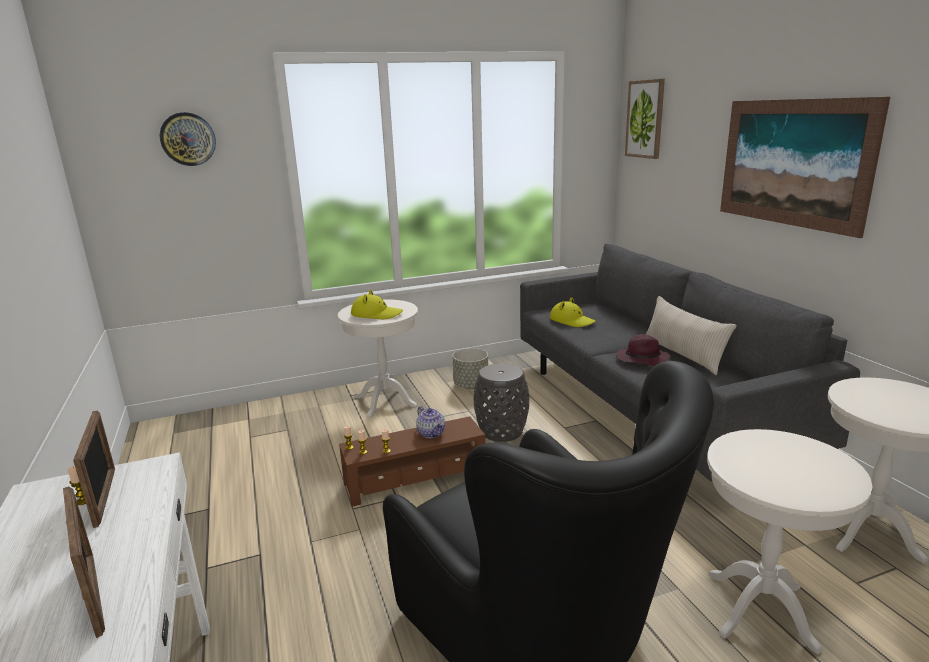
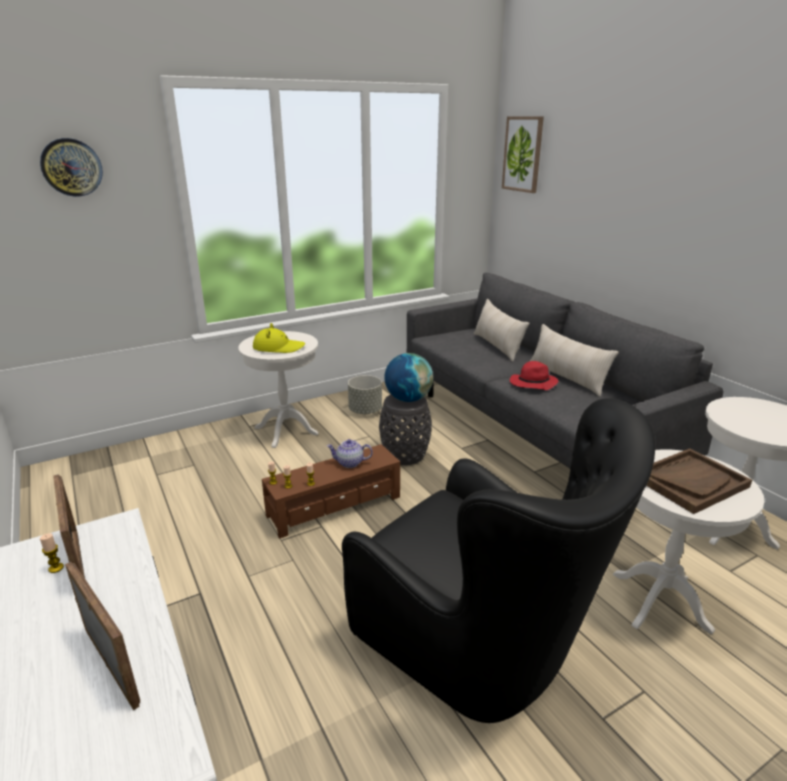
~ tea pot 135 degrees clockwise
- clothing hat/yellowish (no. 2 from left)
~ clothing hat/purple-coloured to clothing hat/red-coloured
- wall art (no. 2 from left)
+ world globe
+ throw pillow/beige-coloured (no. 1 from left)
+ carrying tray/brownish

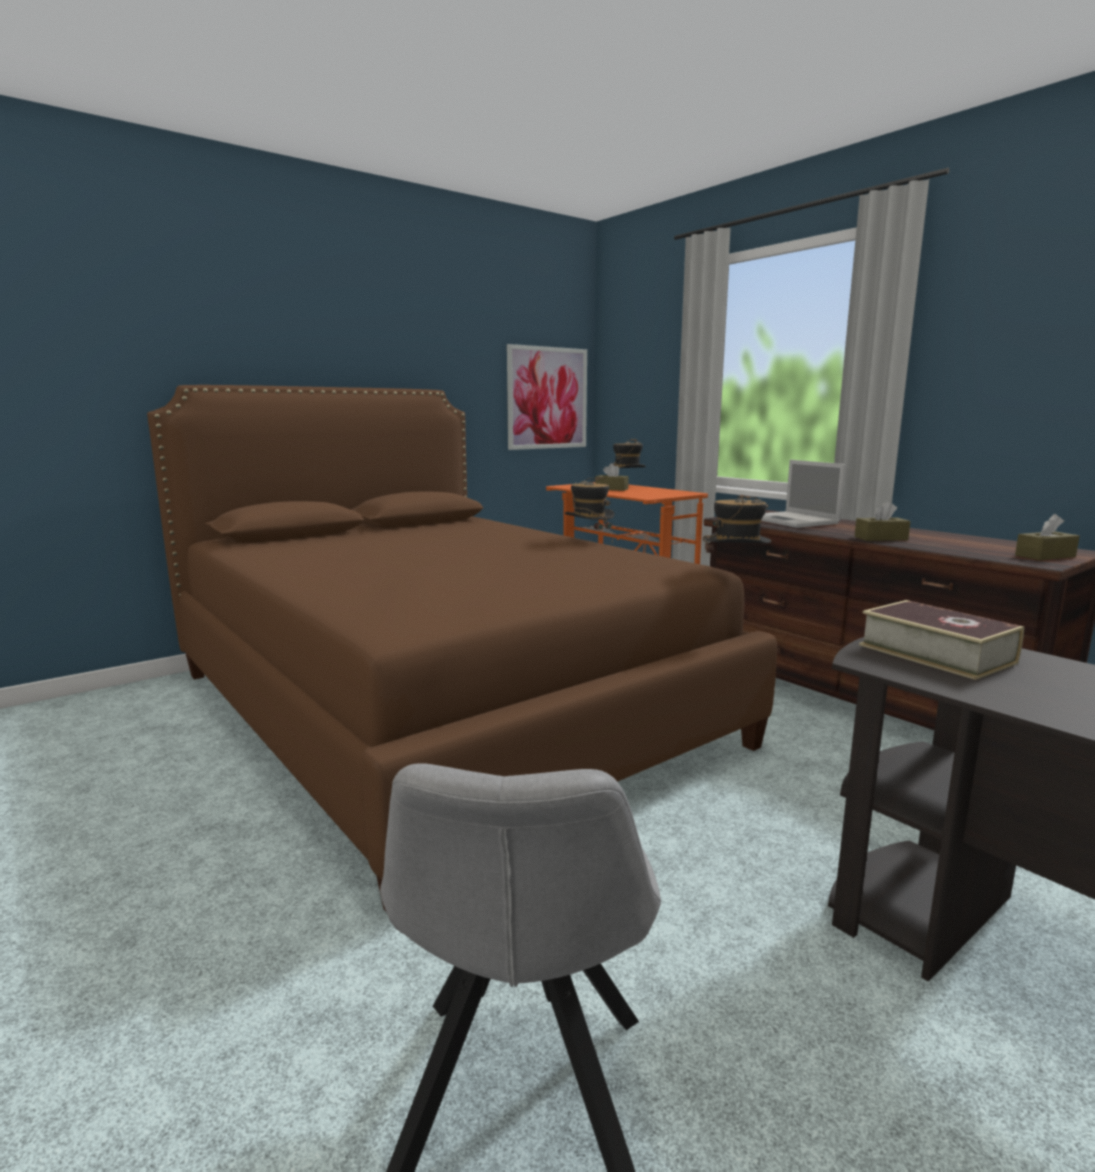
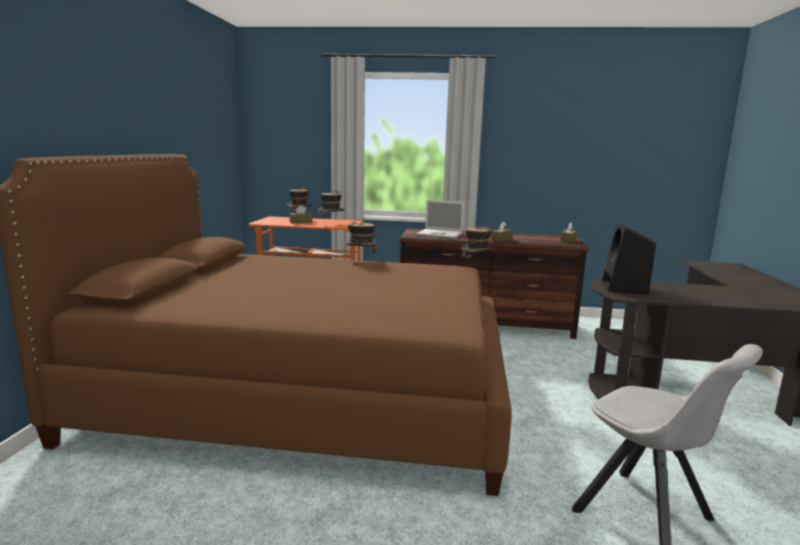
- wall art
~ volume to loudspeaker/black-coloured
+ clothing hat (no. 2 from left)

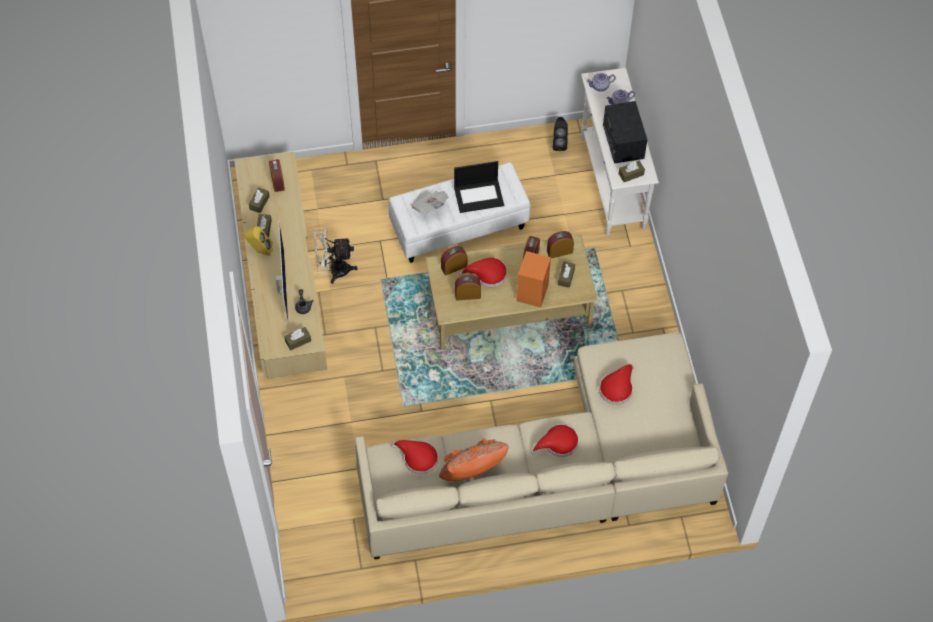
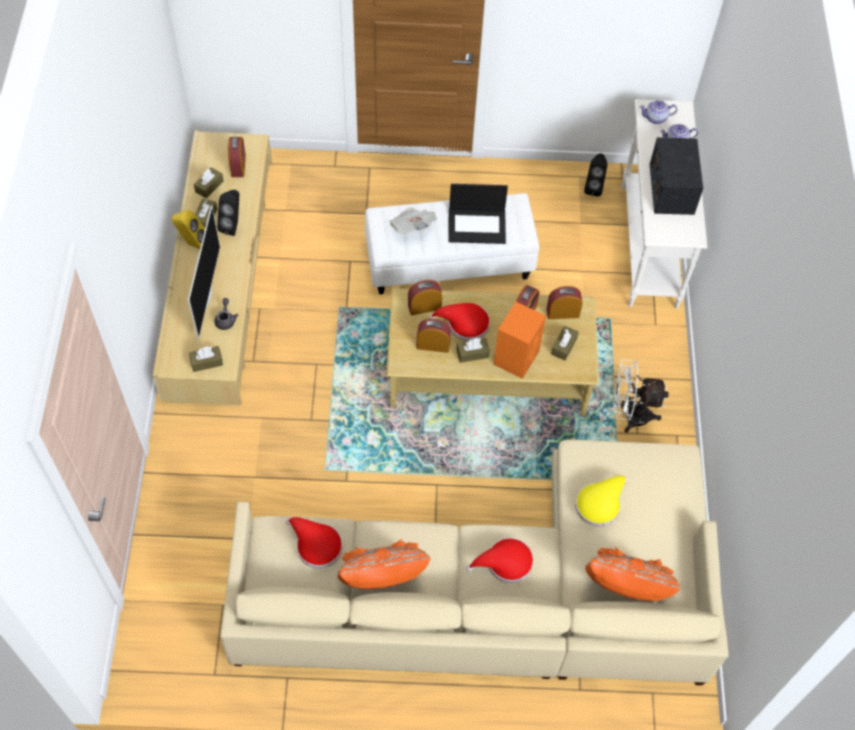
~ cooling fan/whitish
~ clothing hat/red-coloured (no. 4 from left) to clothing hat/yellowish
~ tissue box/brownish (no. 5 from left in the first image) to tissue box/brownish (no. 4 from left)
+ loudspeaker/black-coloured (no. 1 from left)
+ throw pillow/orange-coloured (no. 2 from left)

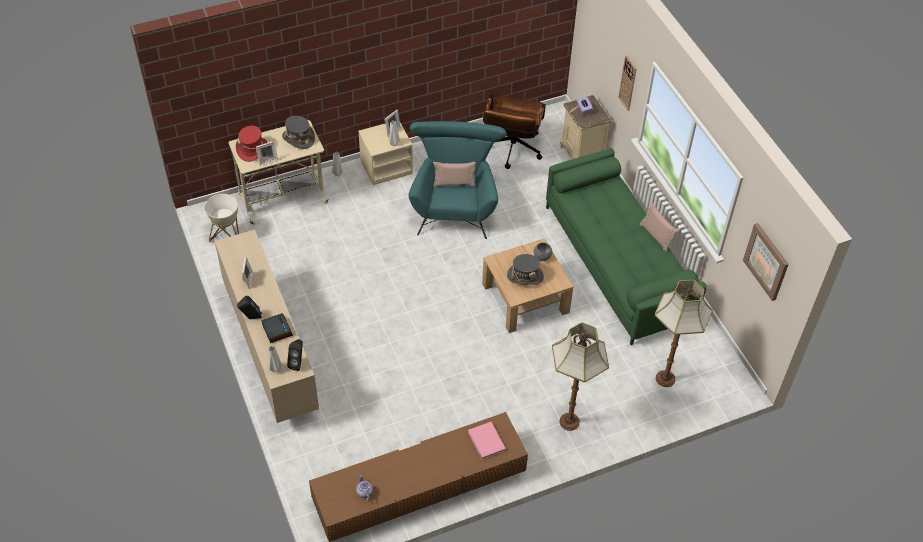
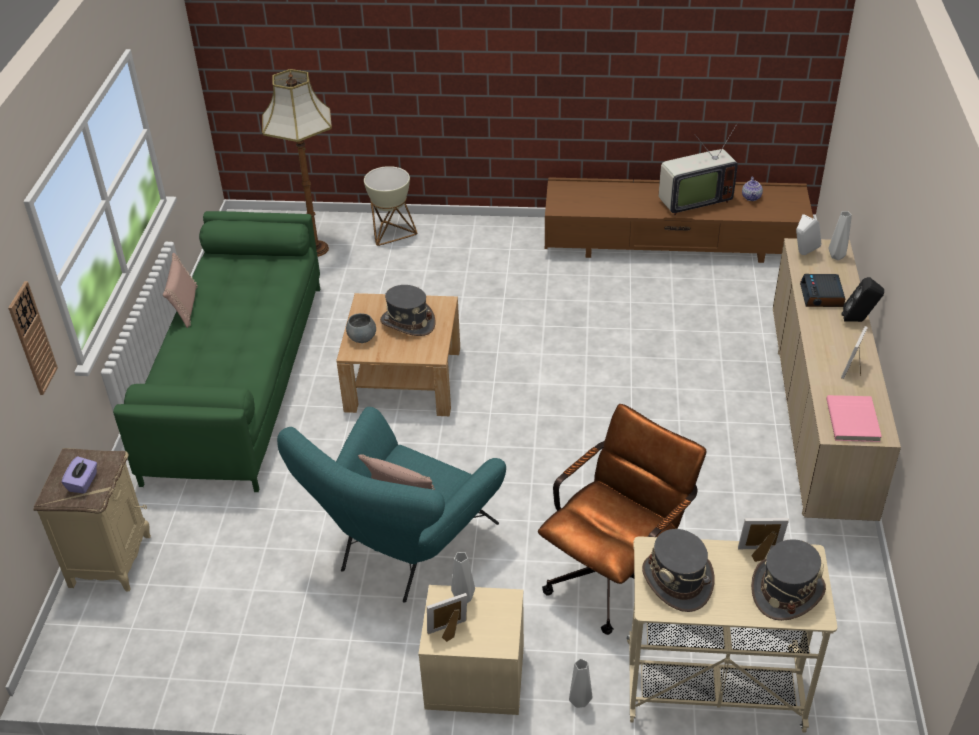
~ flower pot
~ clothing hat/red-coloured to clothing hat/grey (no. 3 from left)
~ loudspeaker/black-coloured (no. 2 from left) to loudspeaker/whitish
~ volume/pinkish
~ office chair/brownish
- floor lamp (no. 1 from left)
- wall art
+ television

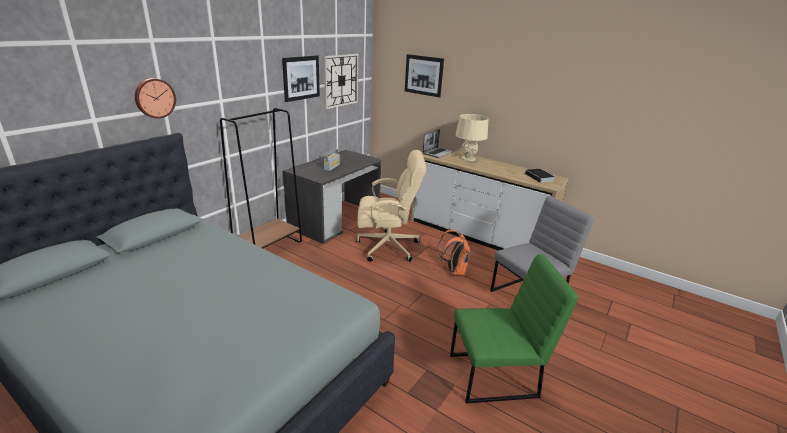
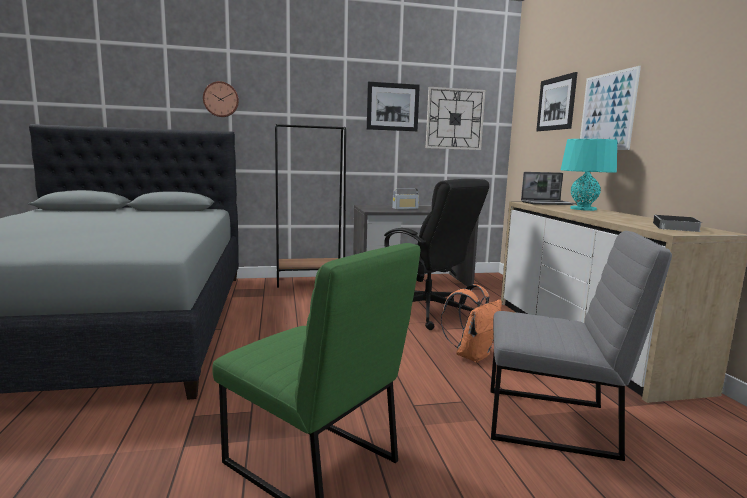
~ office chair/beige-coloured to office chair/black-coloured
~ tabletop lamp/beige-coloured to tabletop lamp/turquoise
+ wall art (no. 3 from left)

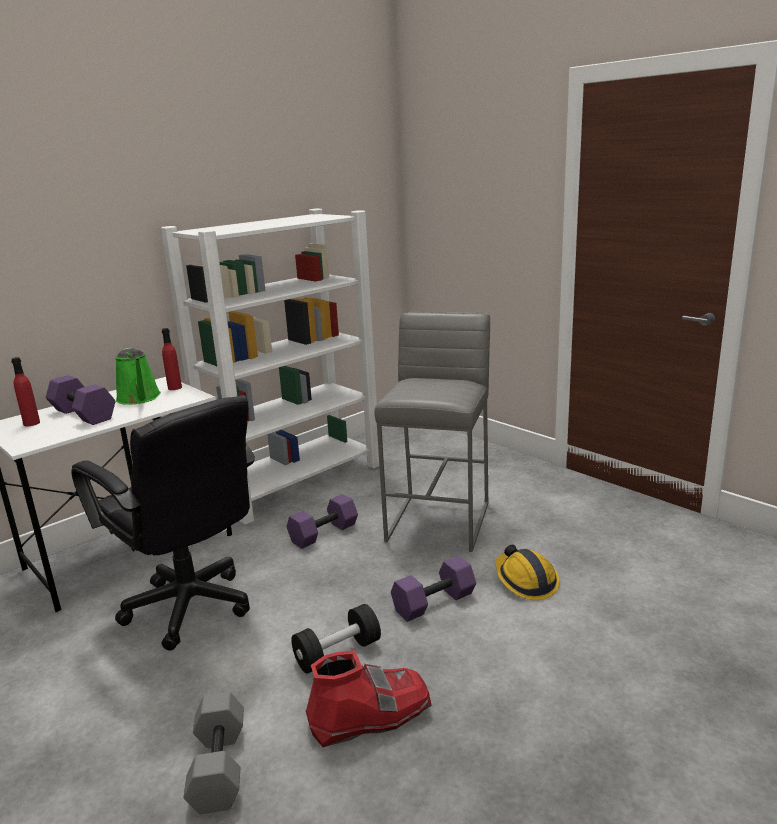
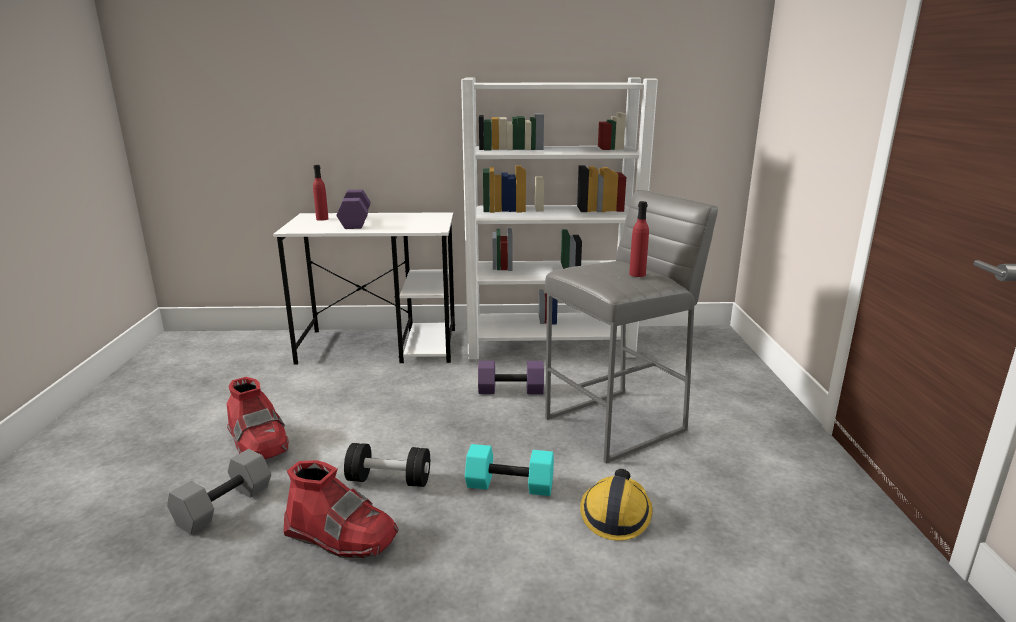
- office chair/black-coloured
- watering pot/greenish
~ beverage bottle/red-coloured (no. 2 from left)
~ dumbbell/purple-coloured (no. 3 from left) to dumbbell/turquoise
+ high-top boot/red-coloured (no. 1 from left)

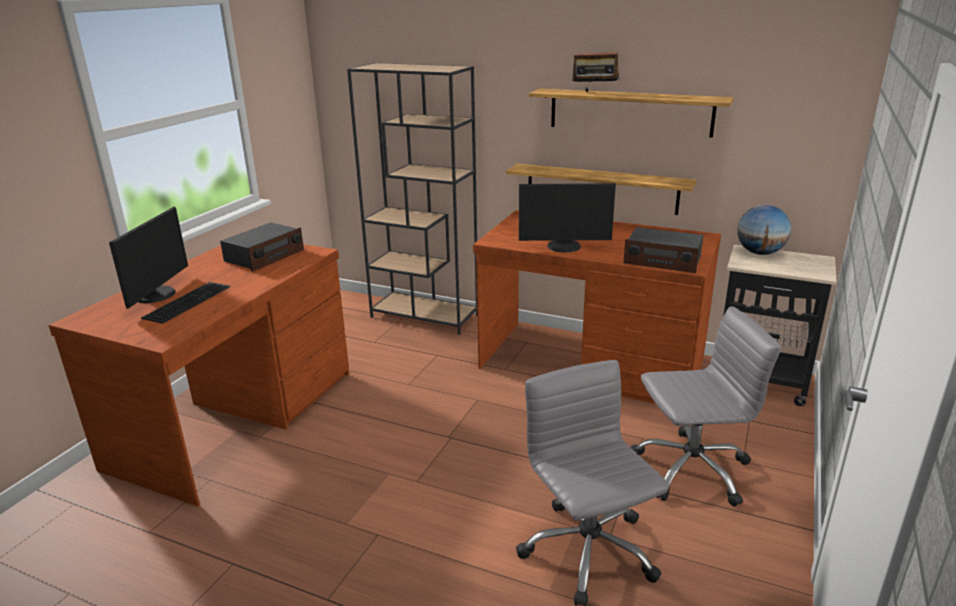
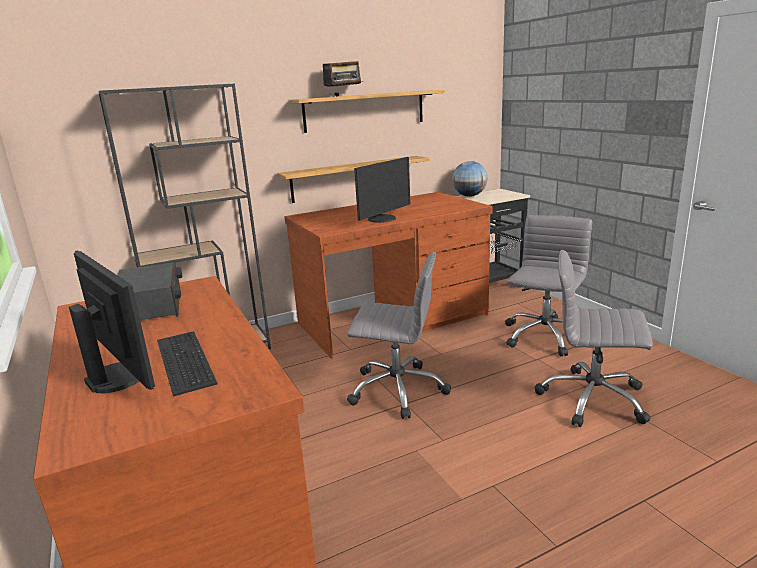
- radio set (no. 3 from left)
+ office chair/grey (no. 1 from left)

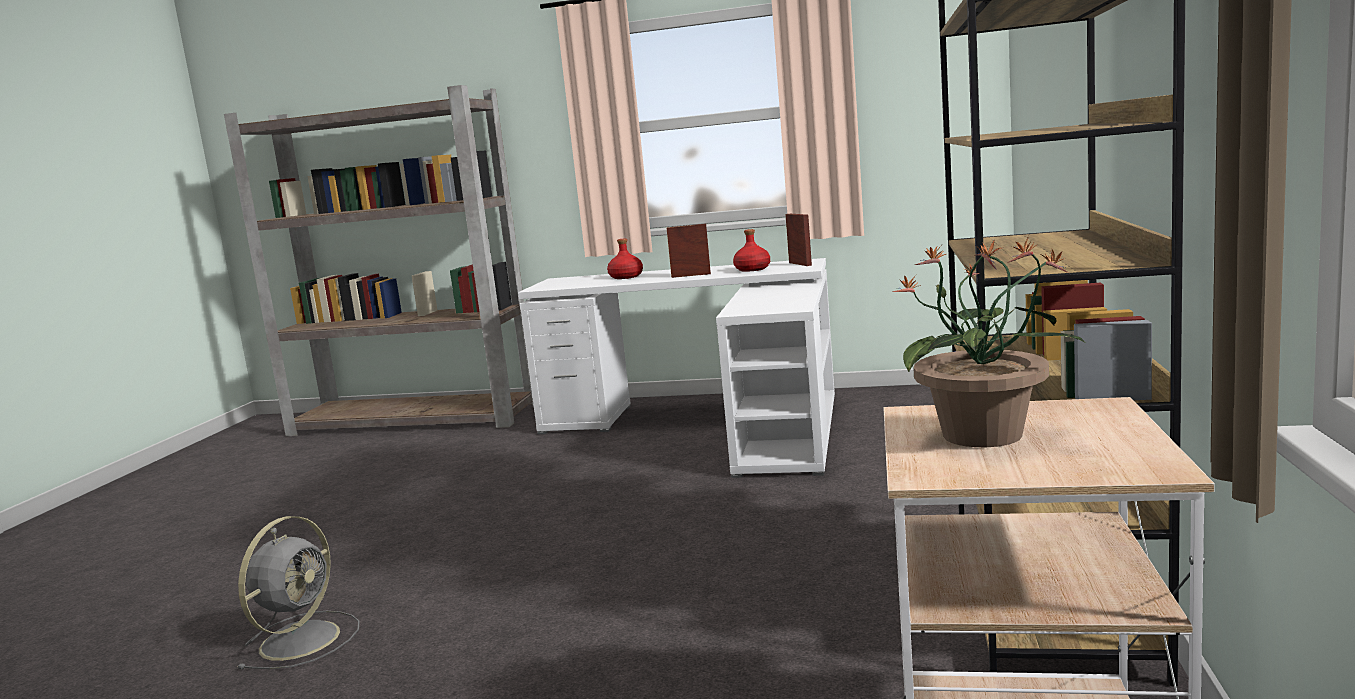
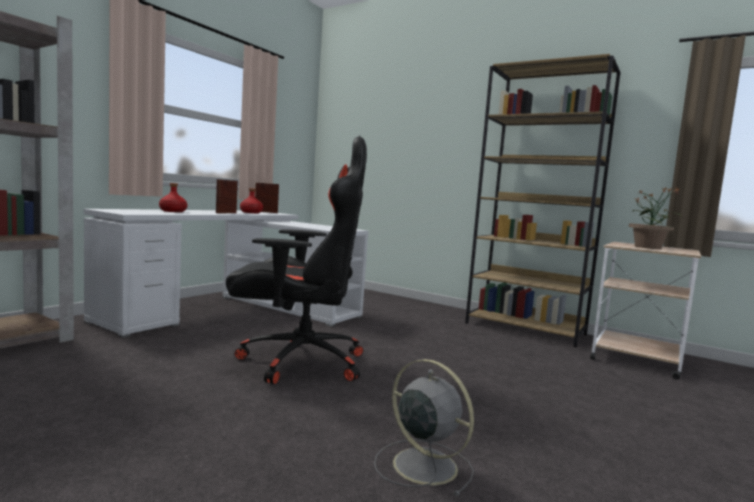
+ office chair/black-coloured

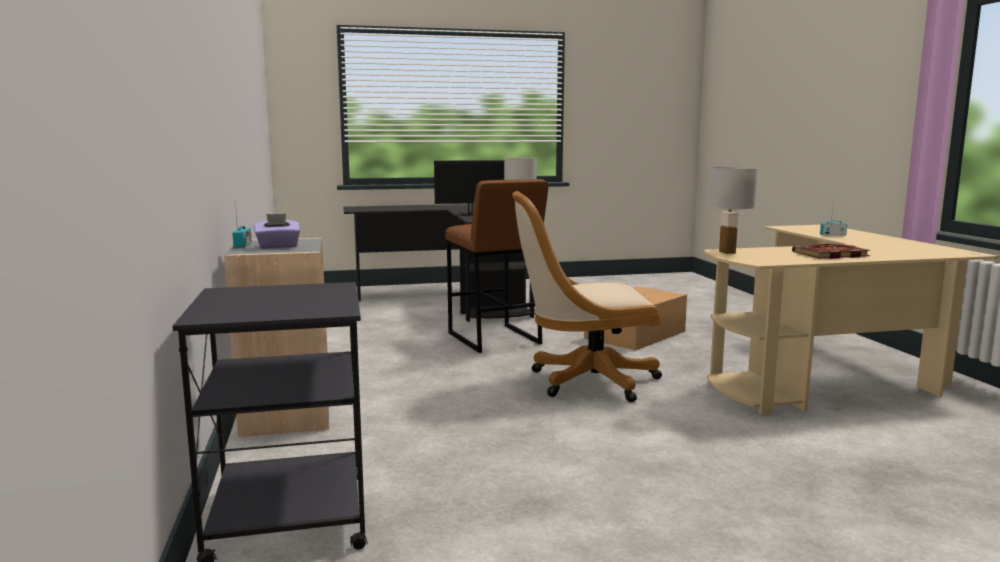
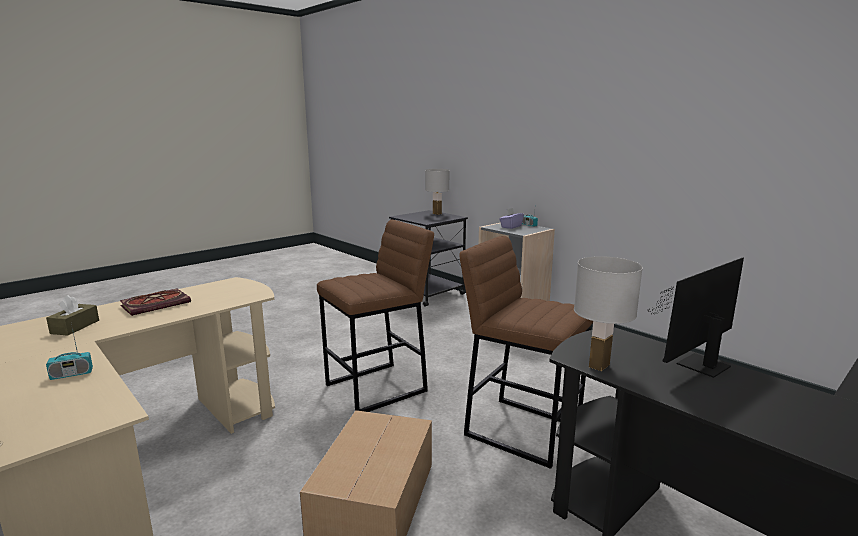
~ office chair to sitting stool/brownish (no. 1 from left)
~ tabletop lamp/whitish (no. 2 from left in the first image) to tabletop lamp/whitish (no. 1 from left)
+ tissue box/brownish

